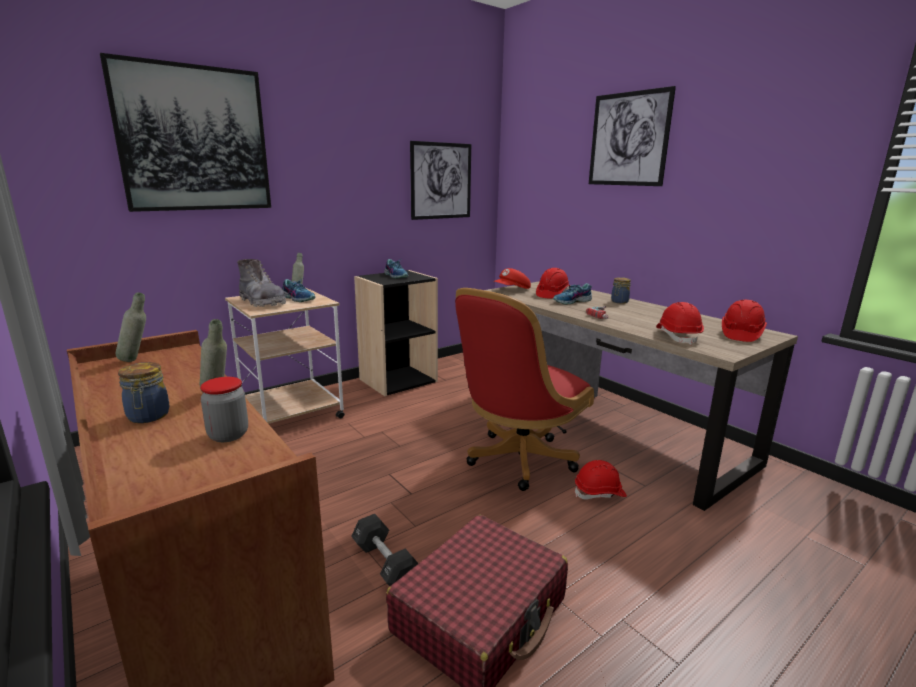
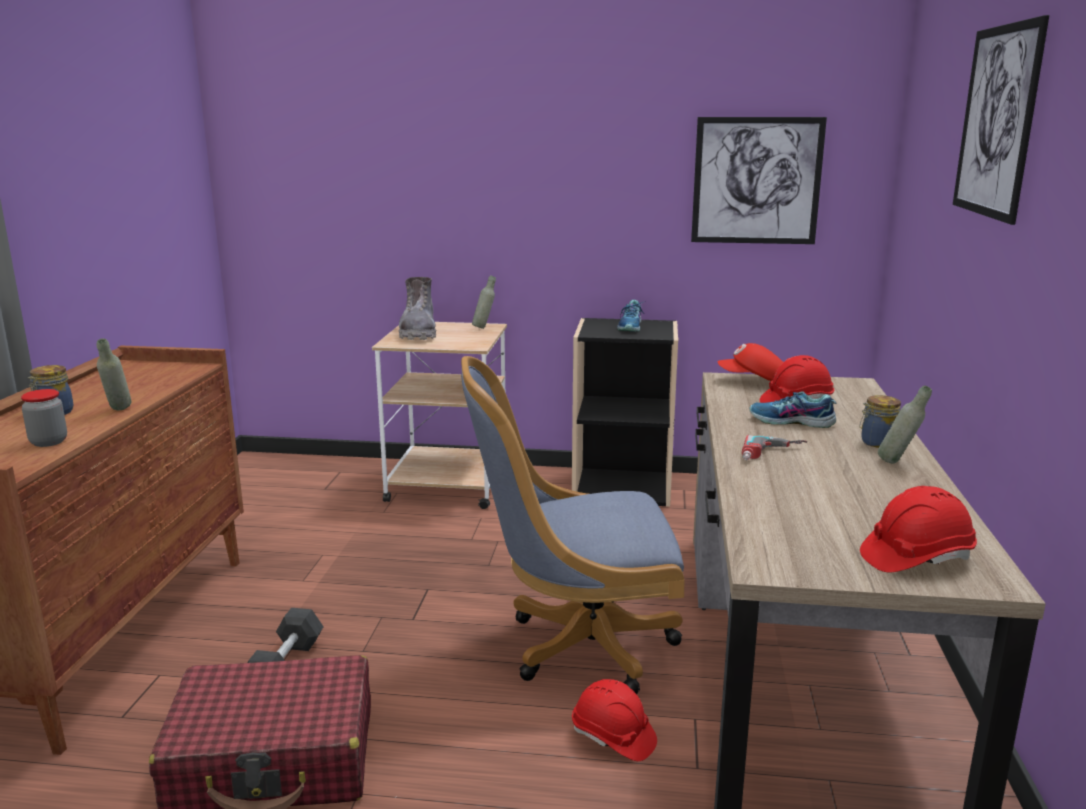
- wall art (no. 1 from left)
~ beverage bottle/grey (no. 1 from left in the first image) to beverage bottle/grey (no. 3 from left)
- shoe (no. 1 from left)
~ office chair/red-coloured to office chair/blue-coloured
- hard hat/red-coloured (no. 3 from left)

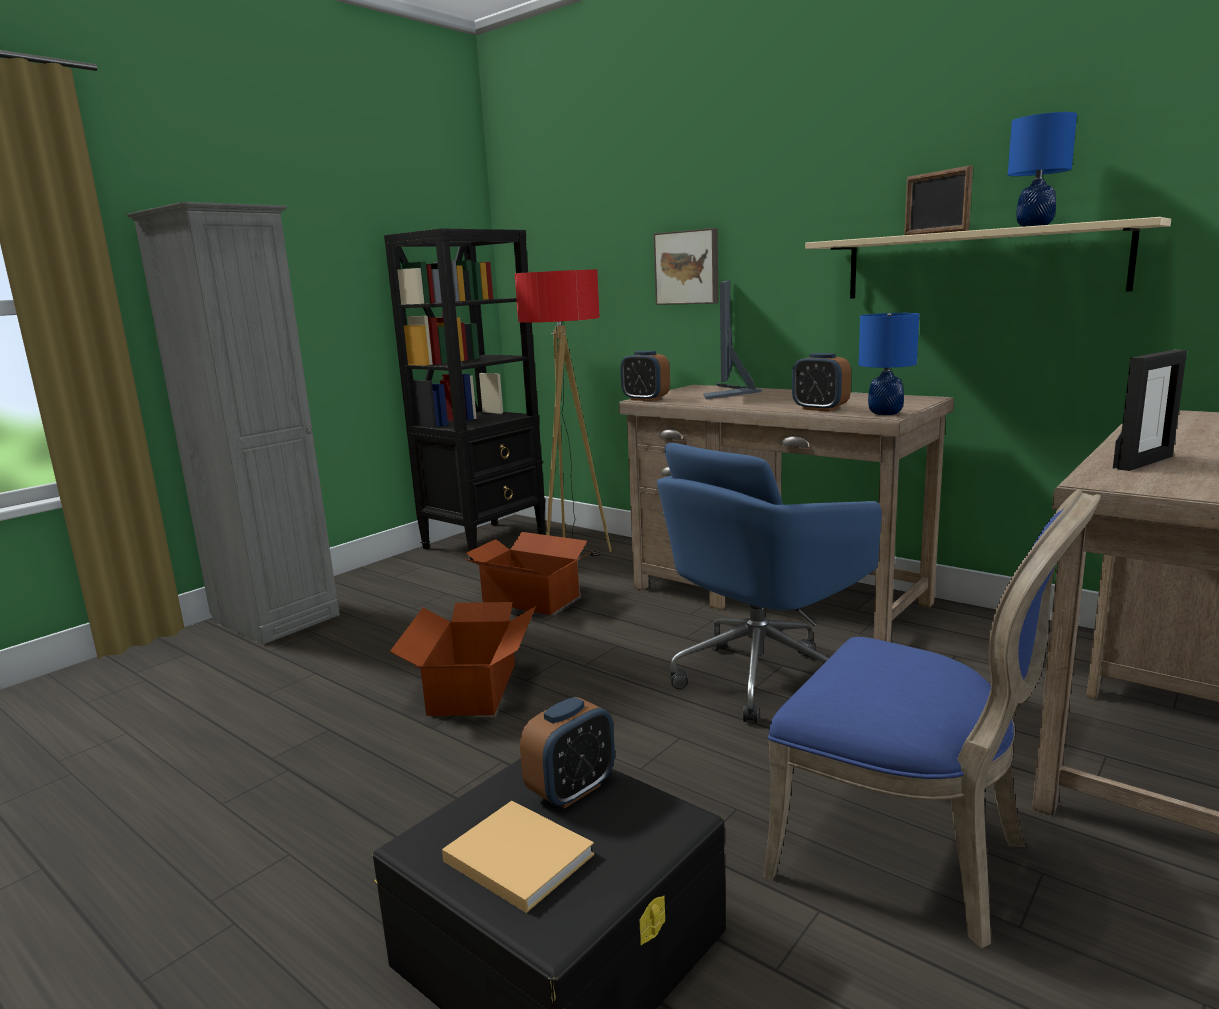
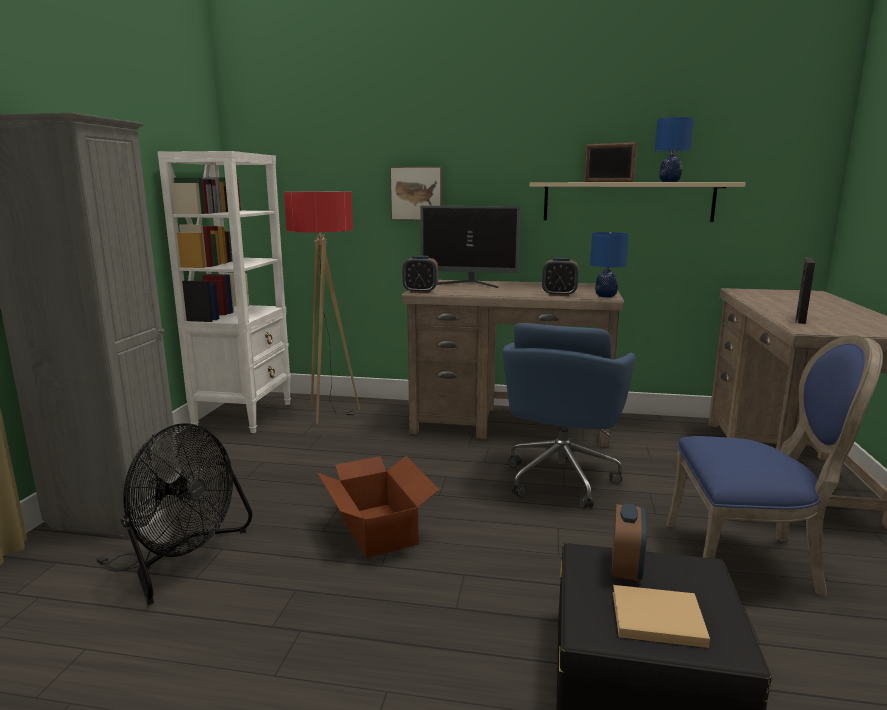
~ shelving unit/black-coloured to shelving unit/whitish
- carton (no. 2 from left)
~ computer screen 60 degrees counterclockwise
+ cooling fan/black-coloured

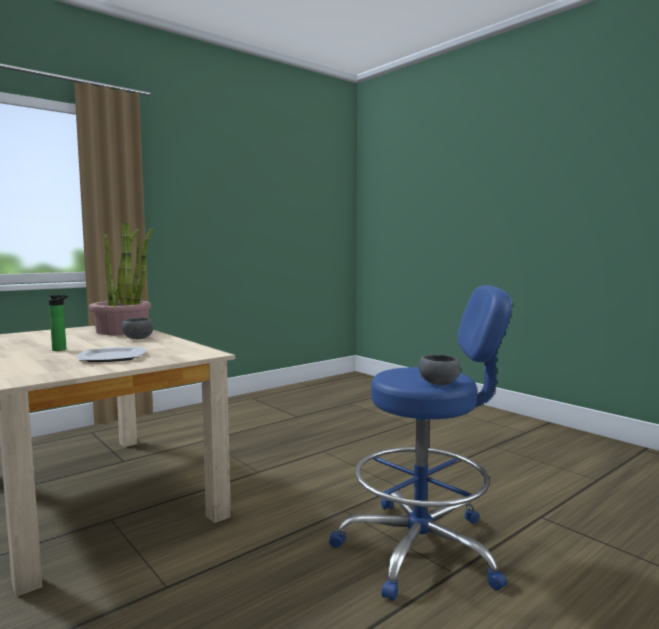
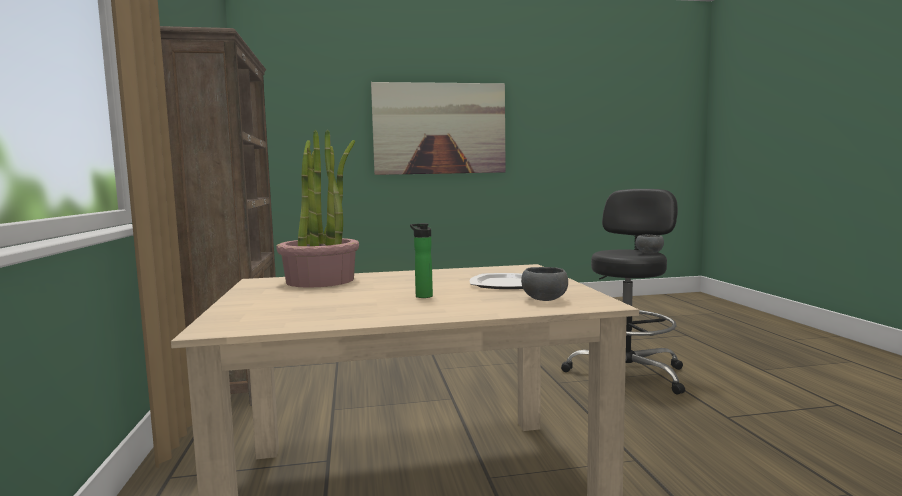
~ serving bowl/grey (no. 1 from left)
~ sitting stool/blue-coloured to sitting stool/black-coloured
+ shelving unit/brownish
+ wall art

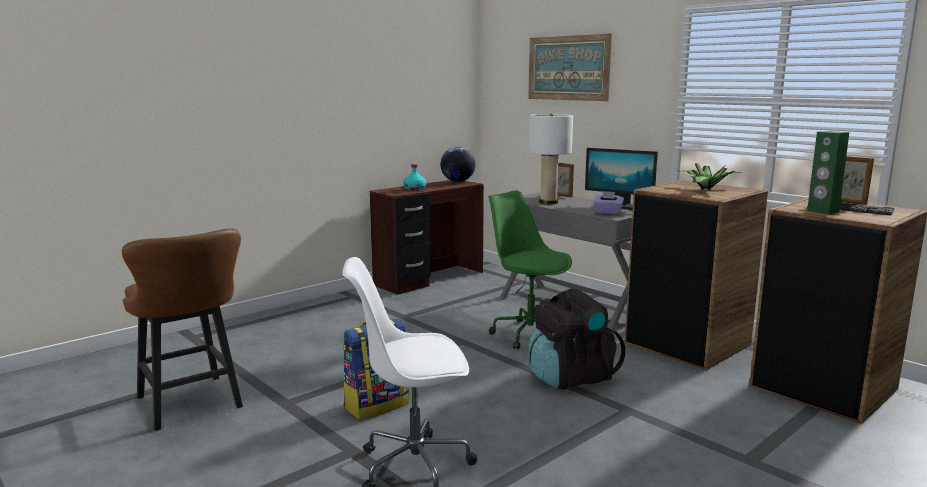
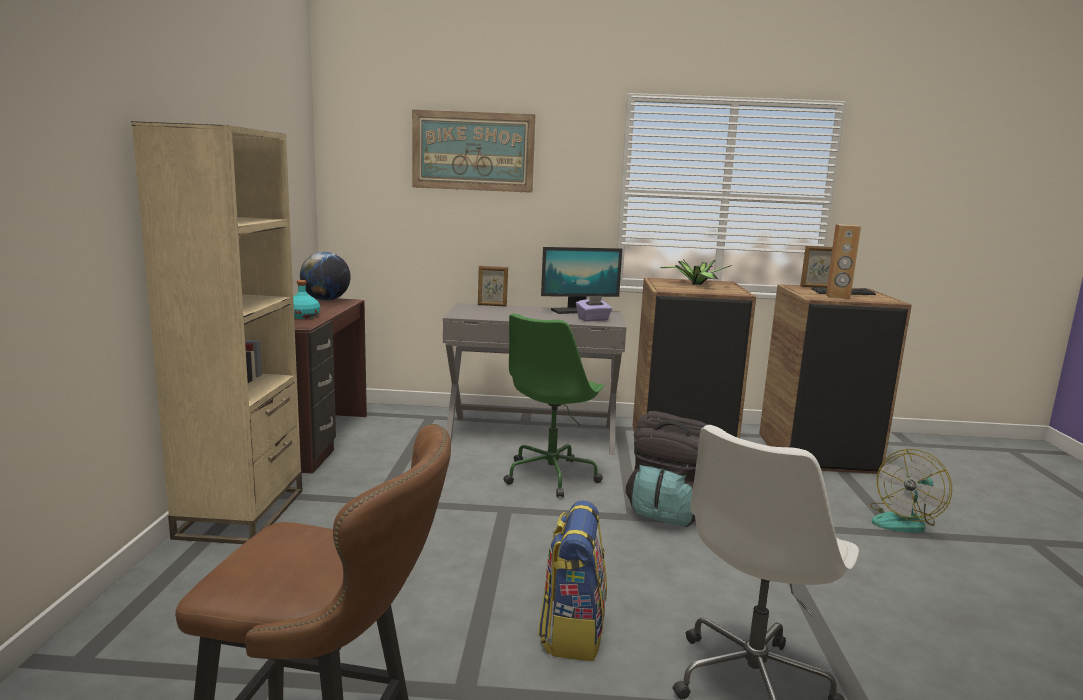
~ office chair/greenish 60 degrees counterclockwise
- tabletop lamp/whitish
~ loudspeaker/greenish to loudspeaker/brownish
+ shelving unit/beige-coloured
+ cooling fan

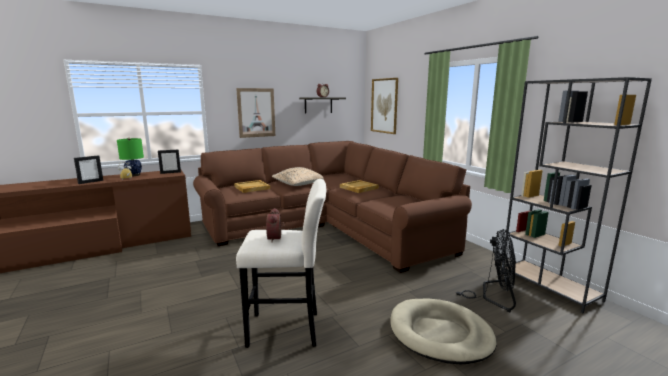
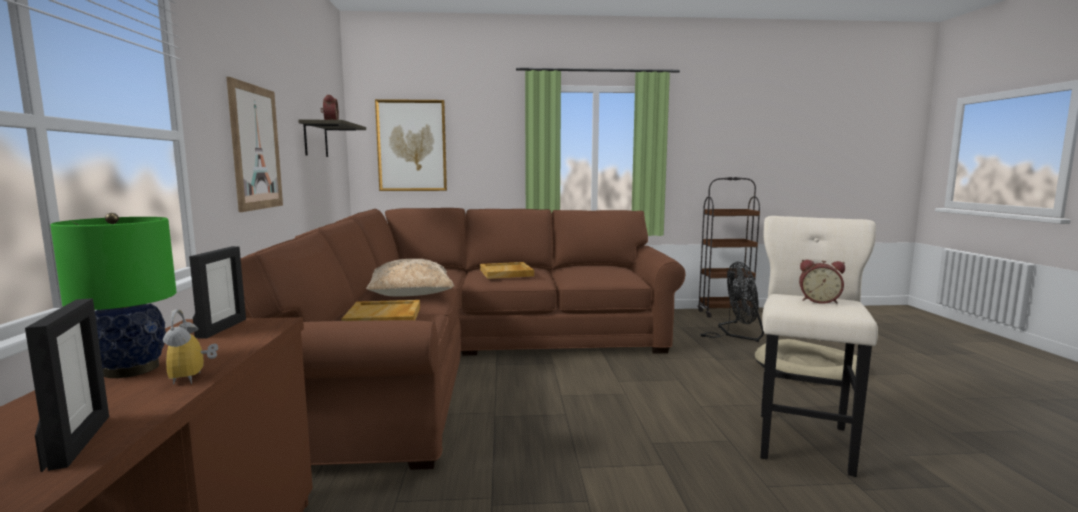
~ cooling fan/black-coloured 45 degrees clockwise
~ shelving unit to cart/brownish

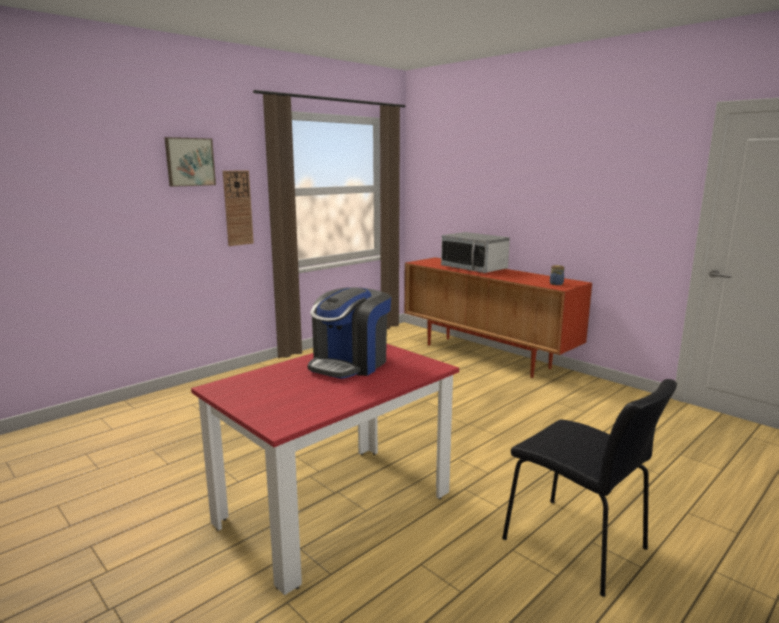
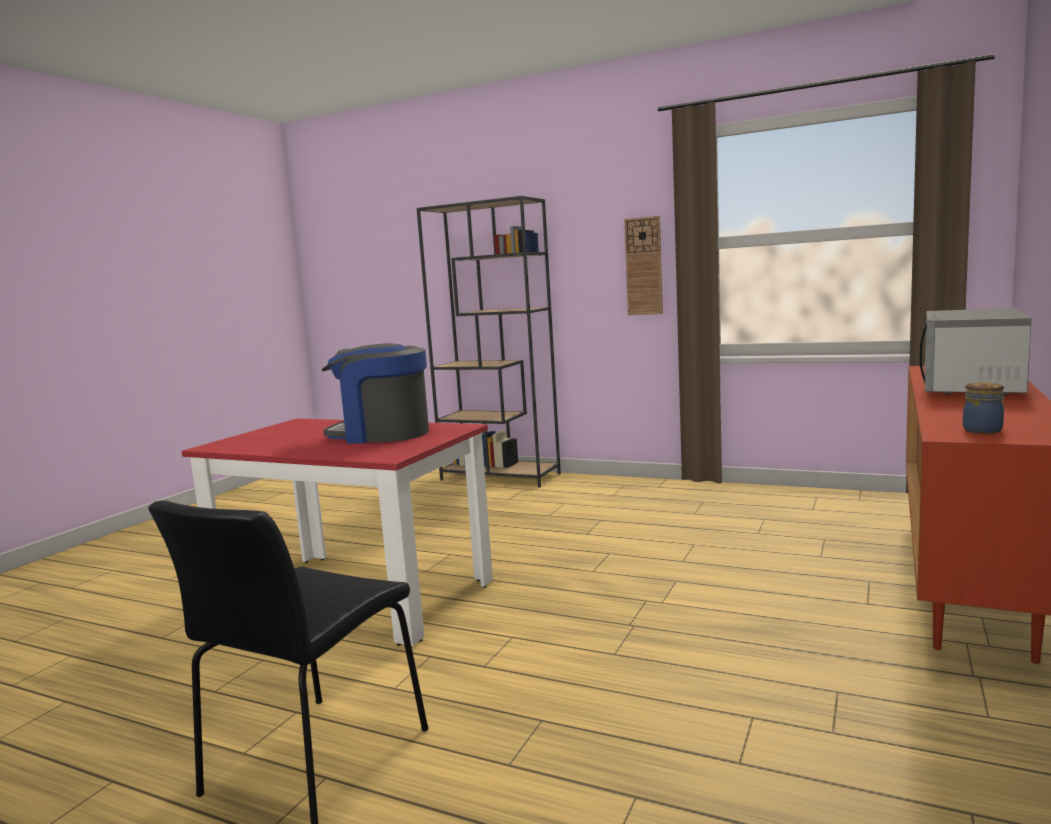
- wall art
+ shelving unit

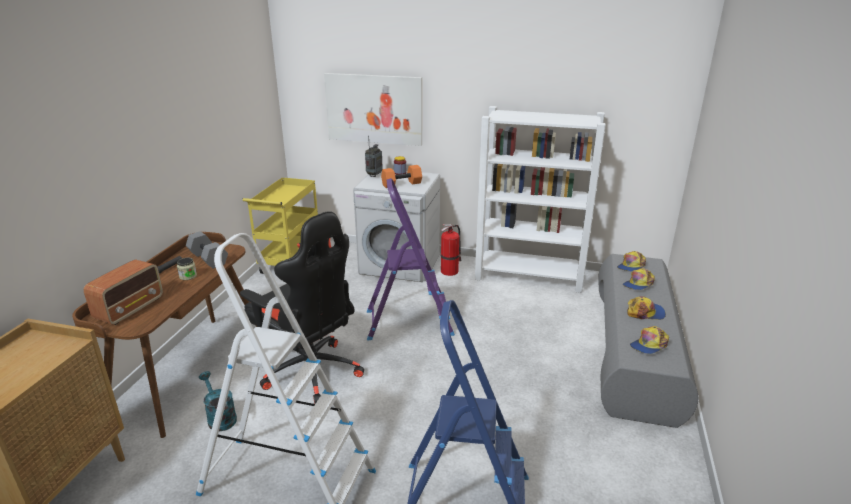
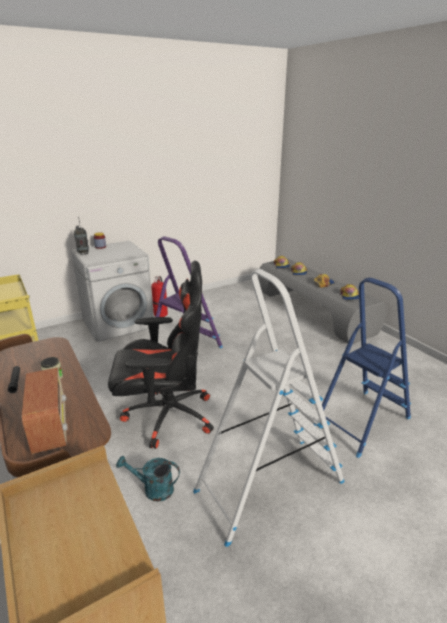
- dumbbell/grey
- wall art
- dumbbell/orange-coloured
- shelving unit/whitish

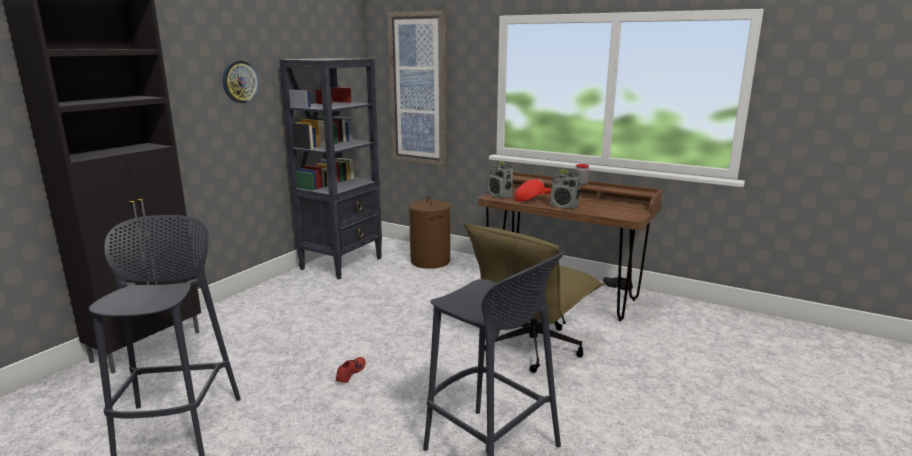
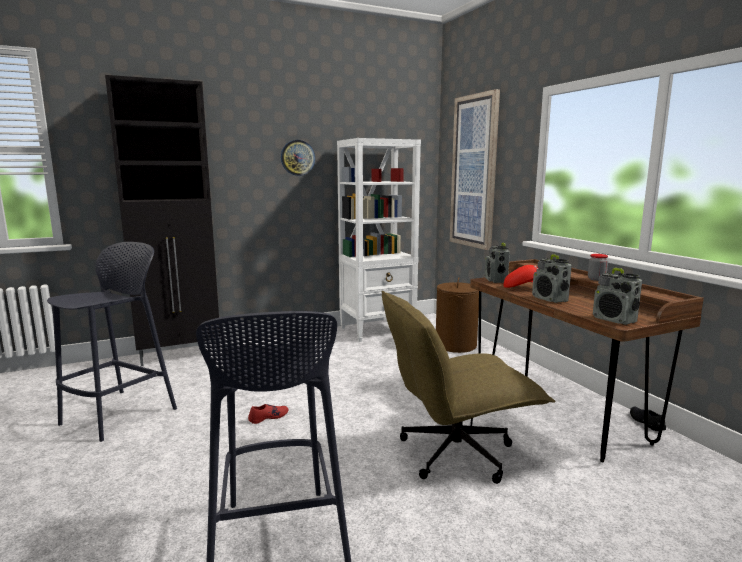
~ shelving unit/black-coloured to shelving unit/whitish
+ radio set (no. 3 from left)

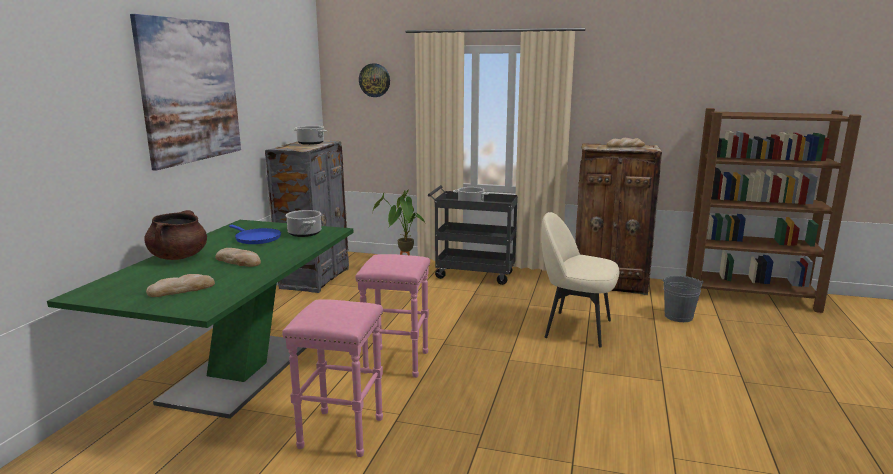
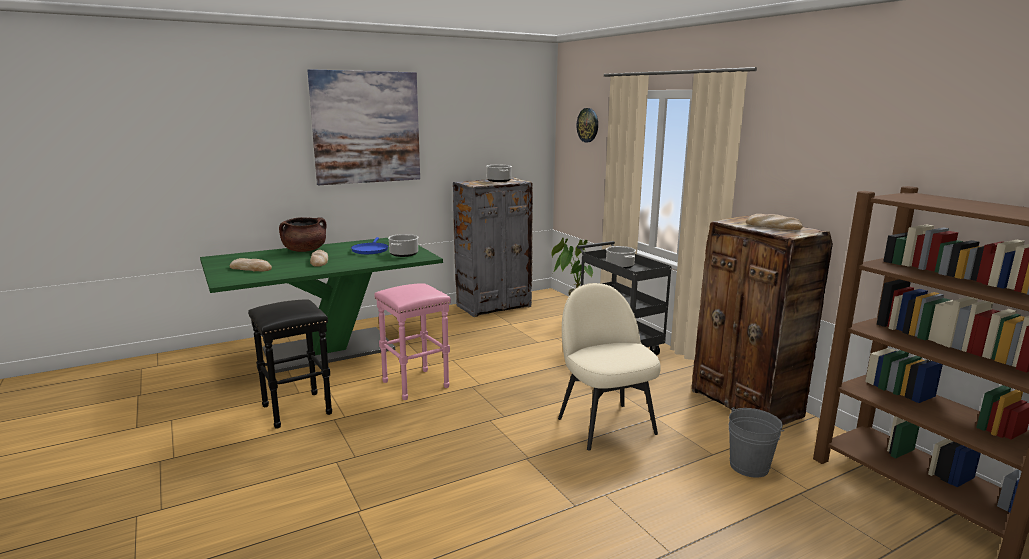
~ sitting stool/pinkish (no. 1 from left) to sitting stool/black-coloured

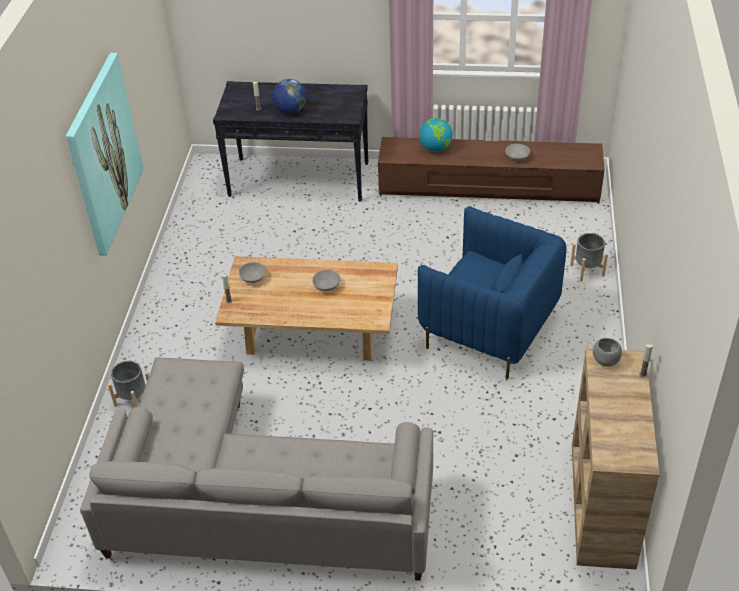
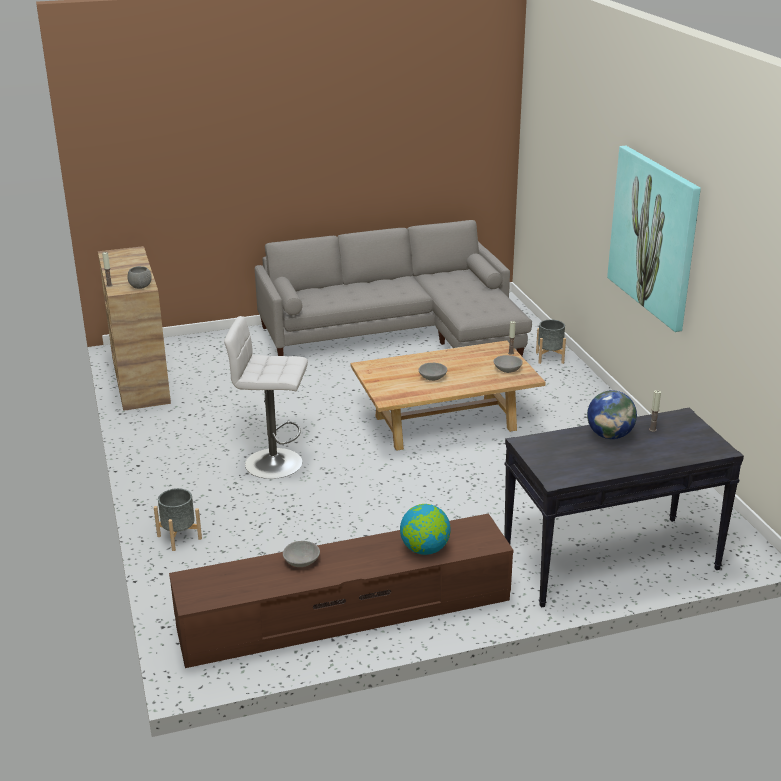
~ easy chair/blue-coloured to sitting stool/whitish

